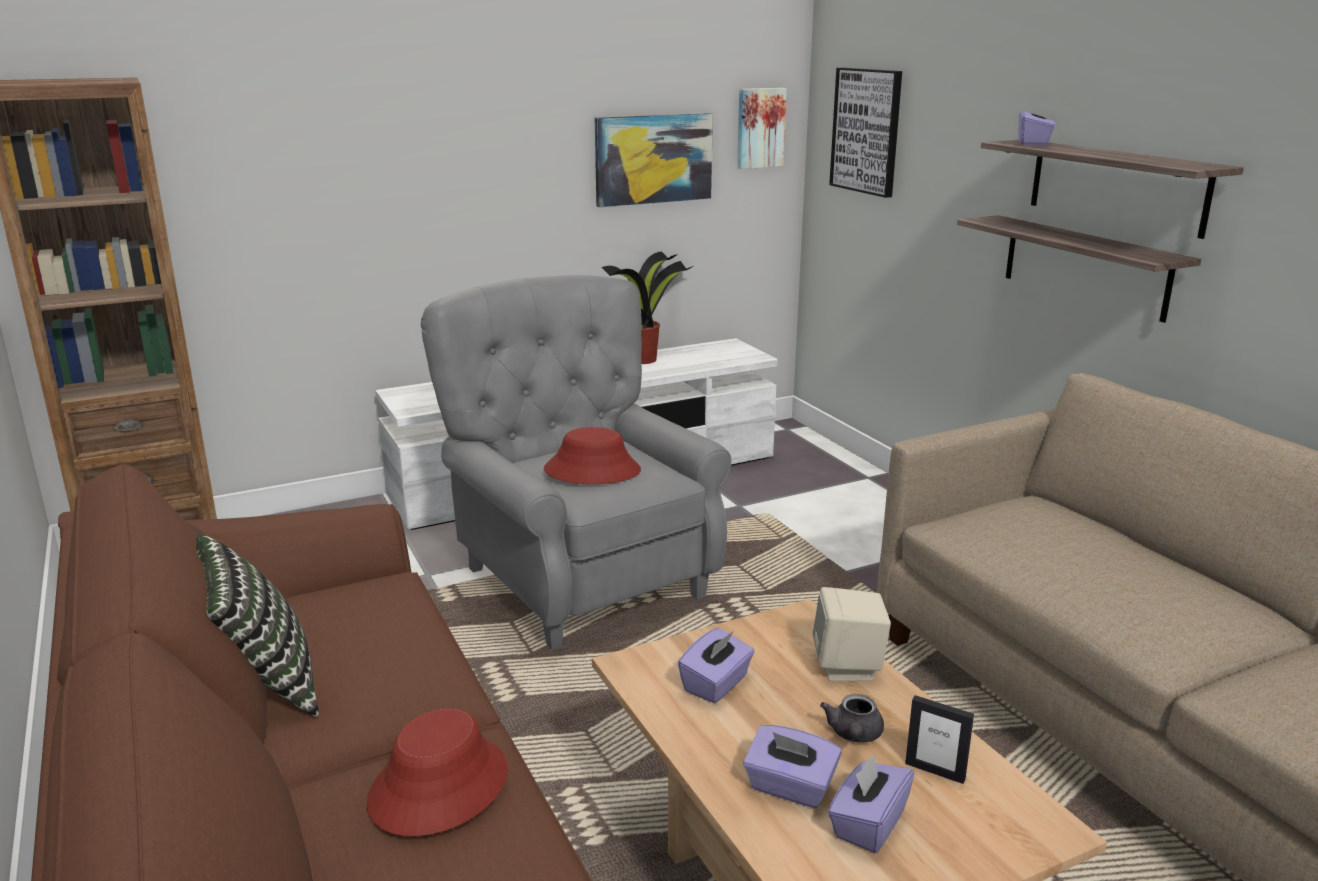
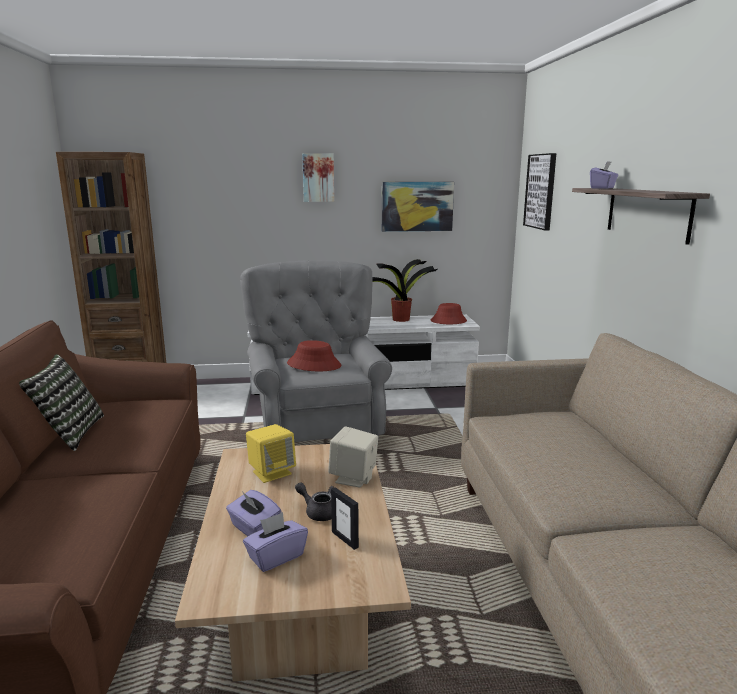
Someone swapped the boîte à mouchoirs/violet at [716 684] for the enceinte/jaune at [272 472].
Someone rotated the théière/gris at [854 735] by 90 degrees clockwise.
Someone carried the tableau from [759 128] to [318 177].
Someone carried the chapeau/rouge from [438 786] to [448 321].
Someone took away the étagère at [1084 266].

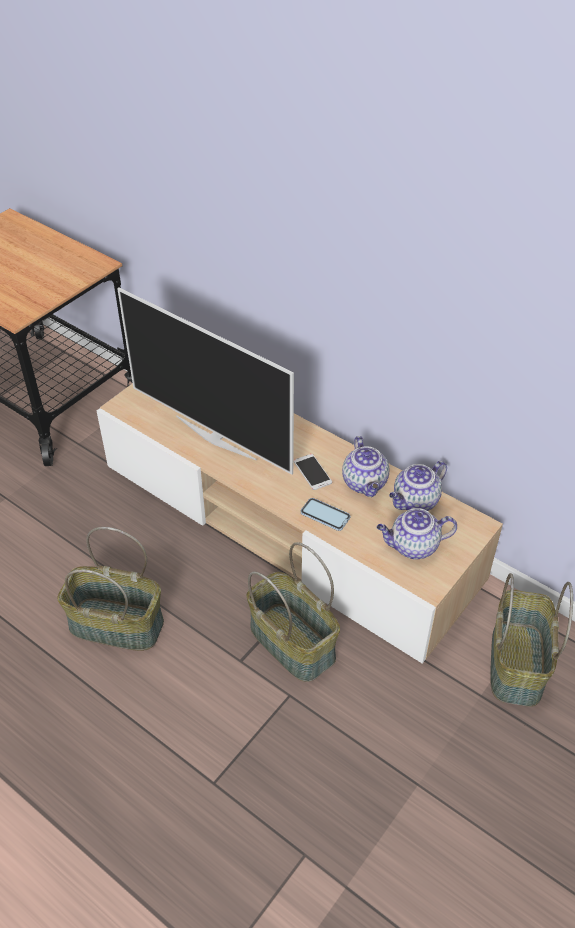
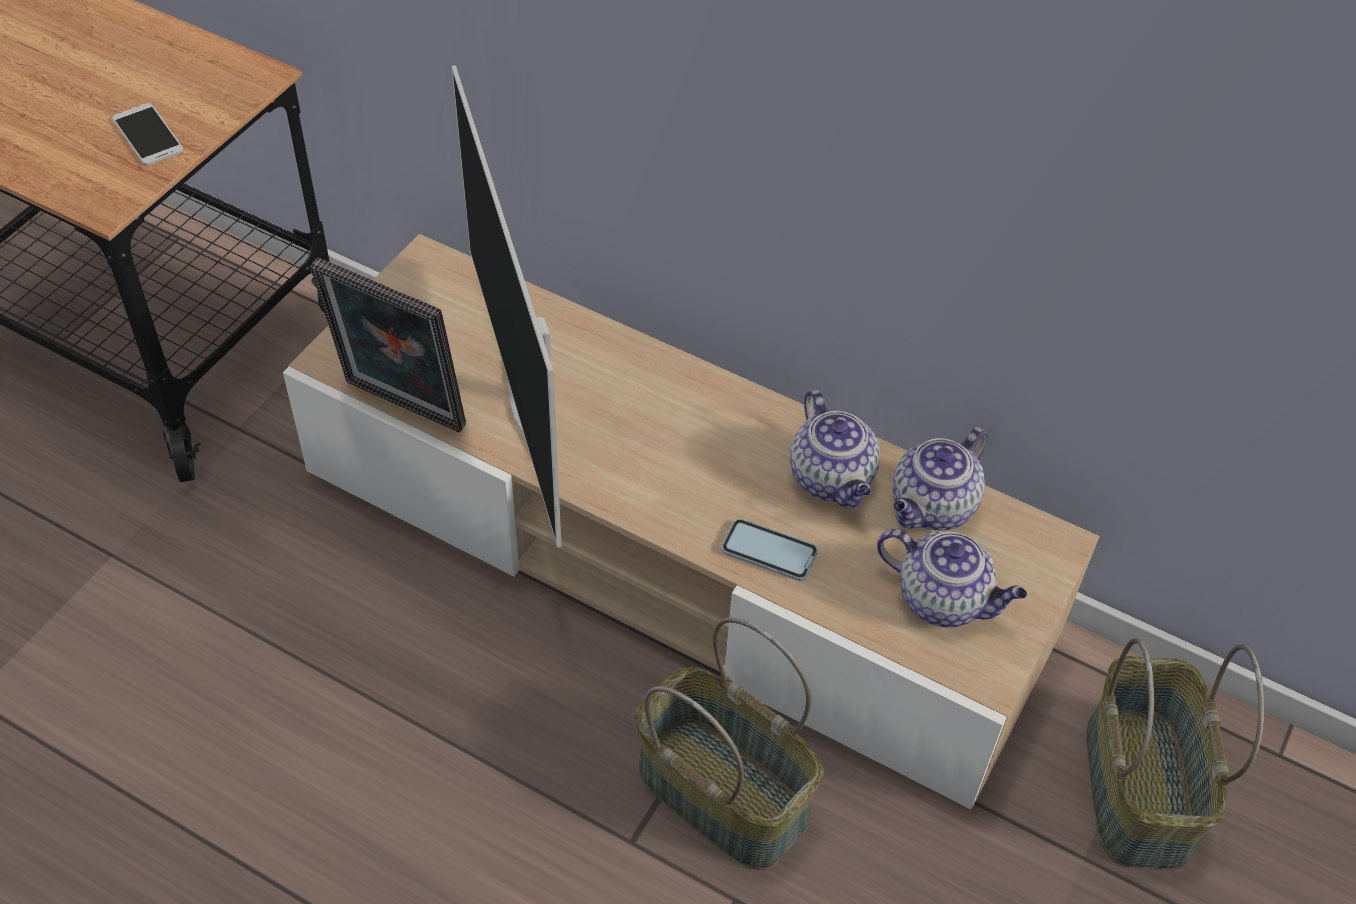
Someone carried the téléphone from [312 472] to [148 135].
Someone put down the cadre photo at [400 409].
Someone rotated the téléviseur at [216 436] by 45 degrees clockwise.
Someone rotated the théière at [413 547] by 135 degrees counterclockwise.
Someone took away the panier at [115 626].

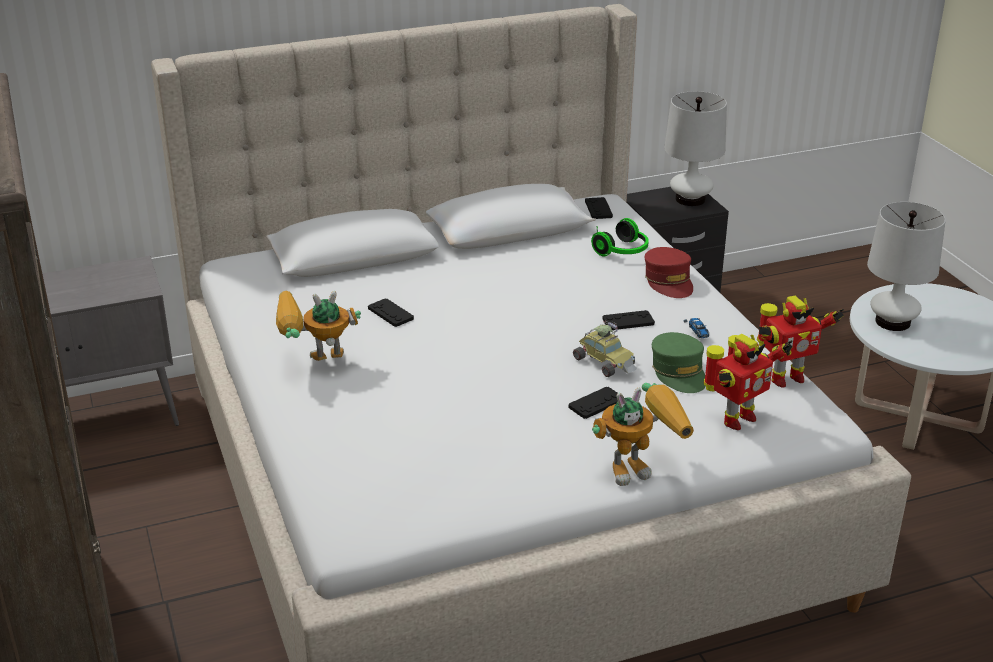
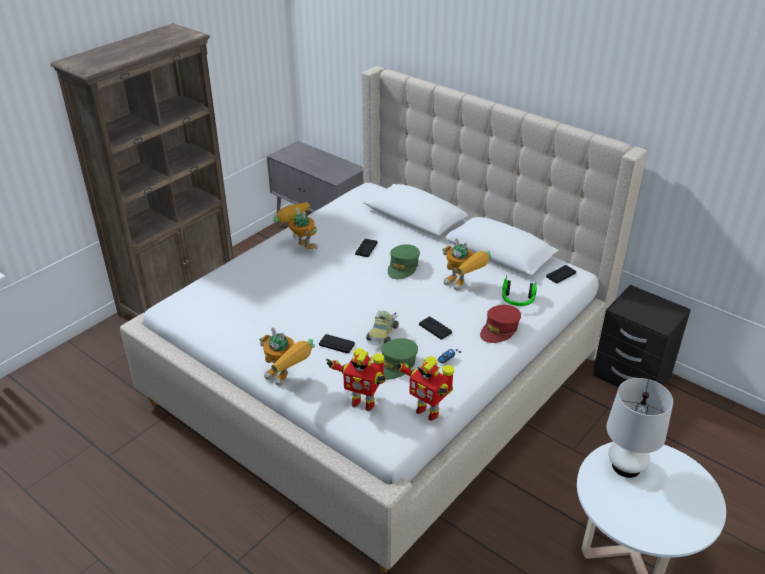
Someone put down the casquette/vert at [403 267].
Someone put down the robot jouet at [463 286].
Someone took away the lampe de table/blanc at [690 199].

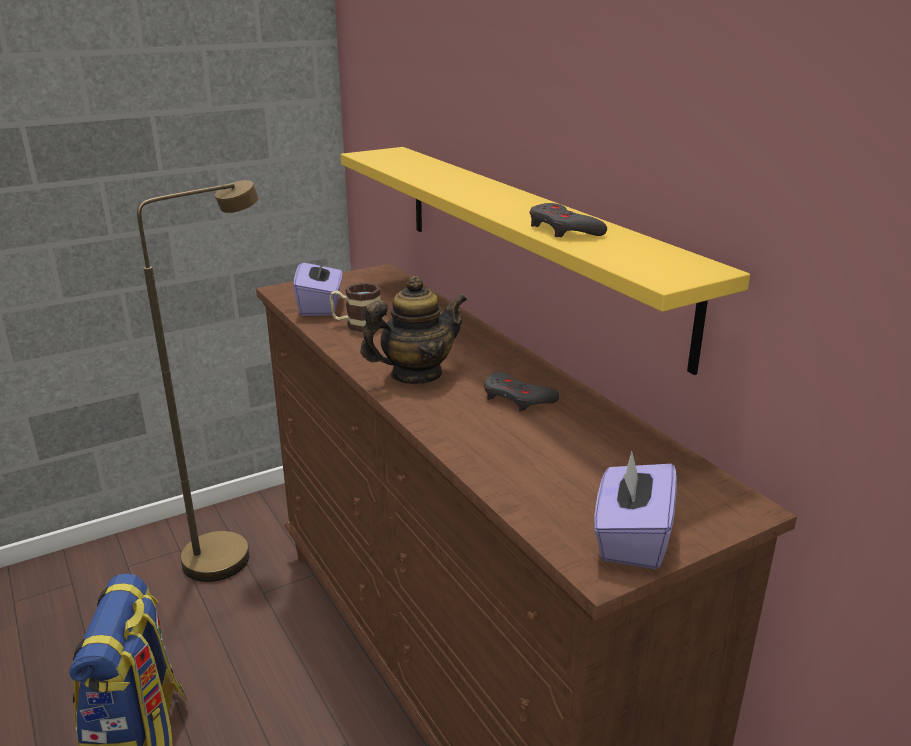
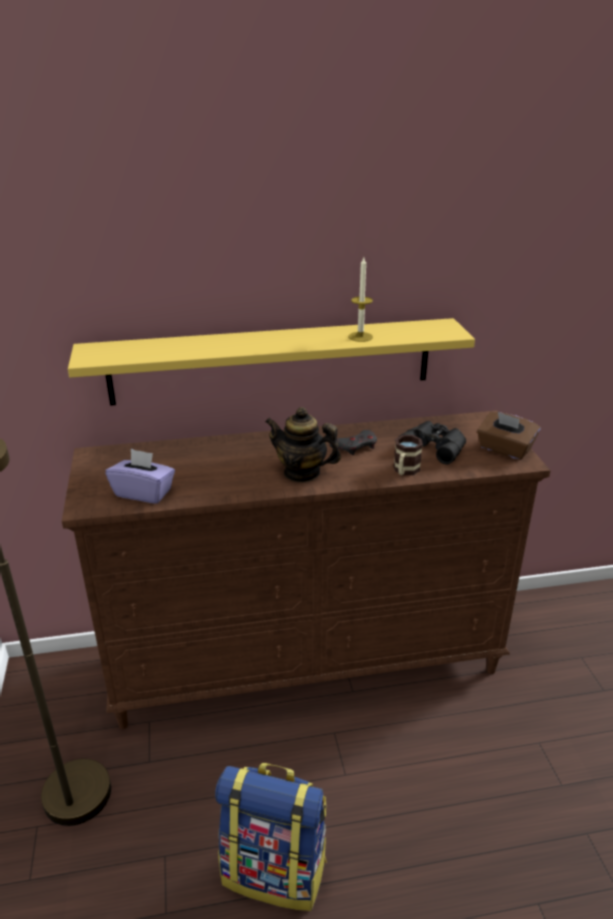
Someone rotated the théière at [416 375] by 60 degrees counterclockwise.
Someone swapped the manette/gris at [563 229] for the bougie at [360 337].
Someone carried the mug from [356 325] to [405 471].
Someone put down the jumelles/noir at [435 446].
Someone repainted the boîte à mouchoirs/violet at [631 538], which became the boîte à mouchoirs/marron at [504 449].

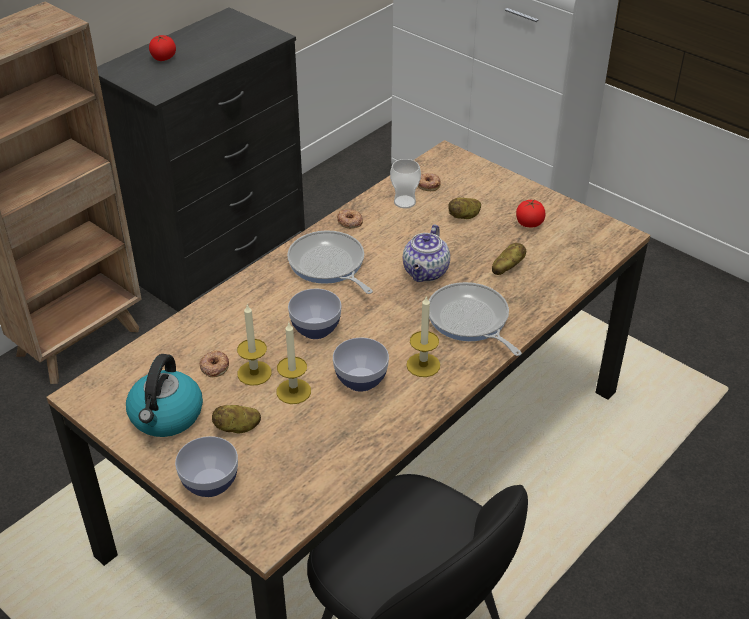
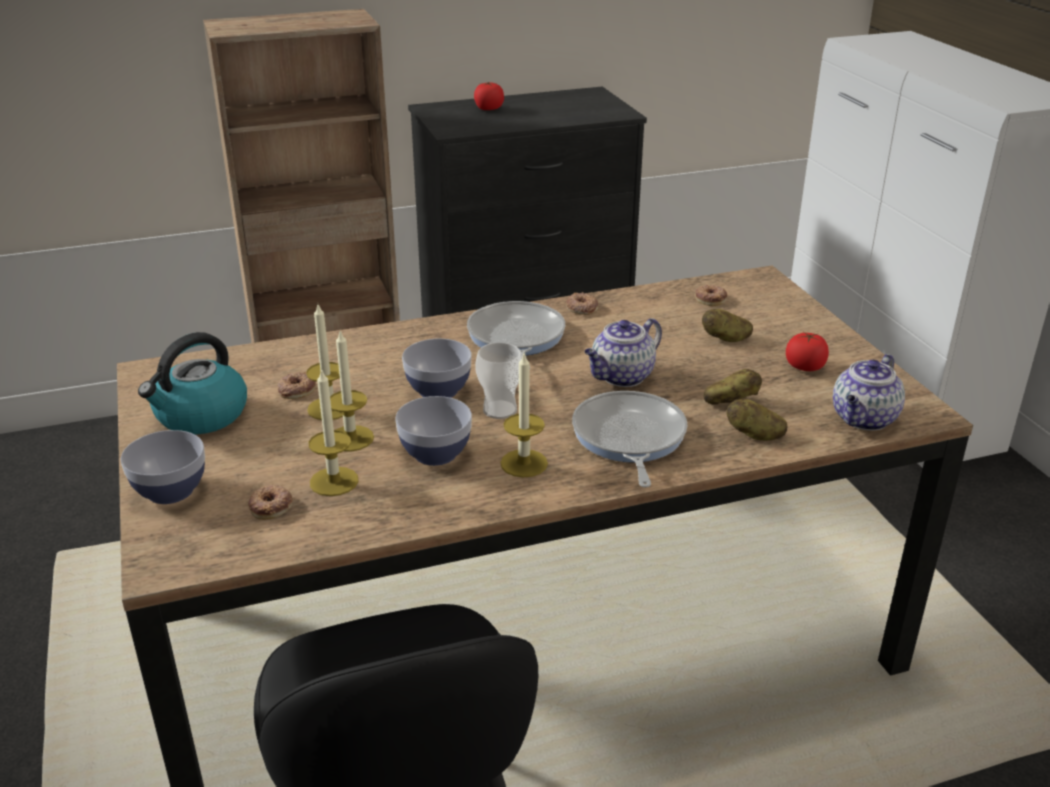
Someone put down the beignet at [271 506].
Someone put down the bougie at [334 481].
Someone carried the tasse from [404 202] to [500 410].
Someone carried the pomme de terre from [237 428] to [754 435].
Someone put down the théière at [864 419].

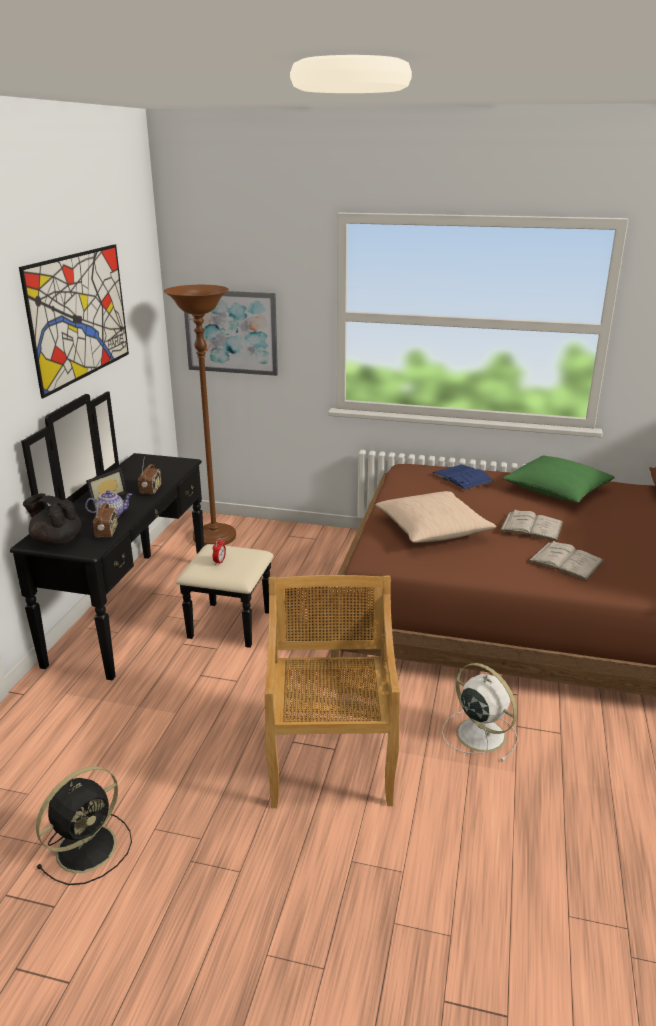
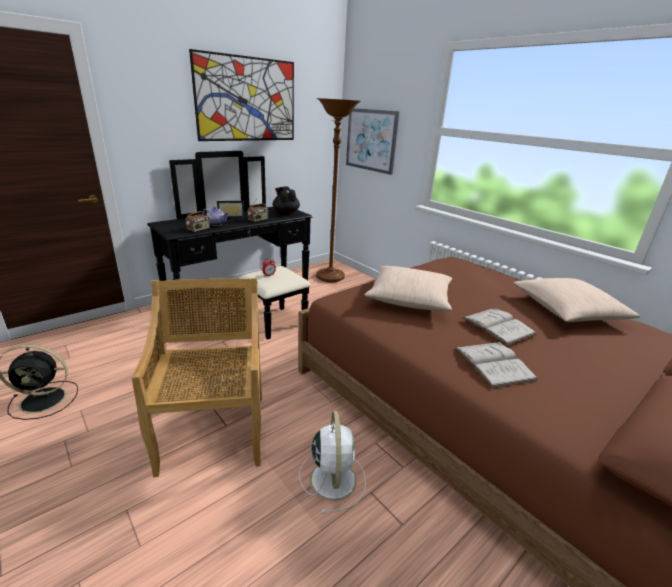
Someone rotated the chaise/beige at [330 760] by 45 degrees counterclockwise.
Someone carried the théière/noir from [56 541] to [286 212].
Someone repainted the coussin/vert at [557 490], which became the coussin/beige at [568 311].
Someone took away the livre/bleu at [462 477].

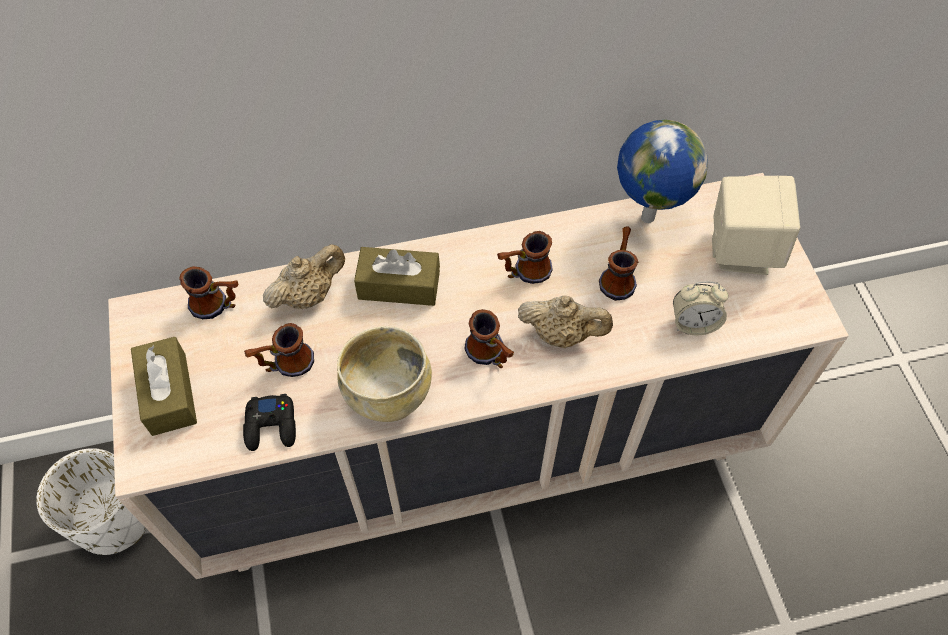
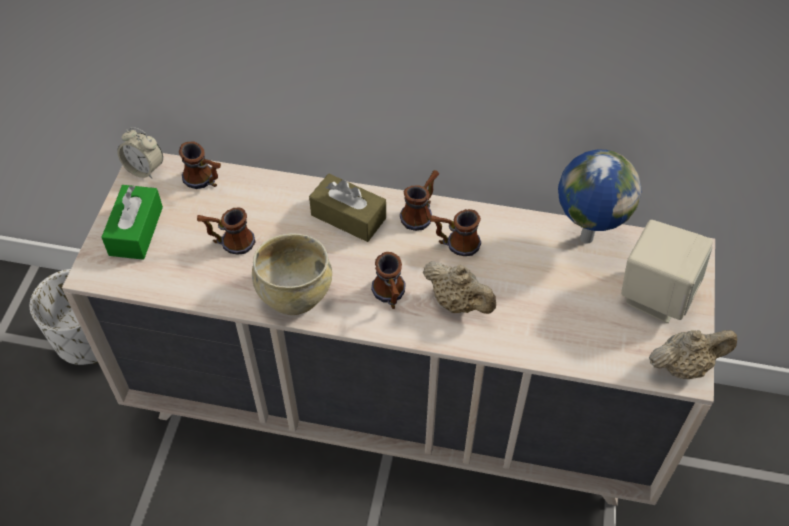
Someone repainted the boîte à mouchoirs/marron at [169 394], which became the boîte à mouchoirs/vert at [136 231].
Someone carried the réveil from [693 323] to [145 169].
Someone carried the mug from [618 277] to [421 213].
Someone carried the théière/beige from [309 295] to [684 366].
Someone took away the manette/noir at [272 426].

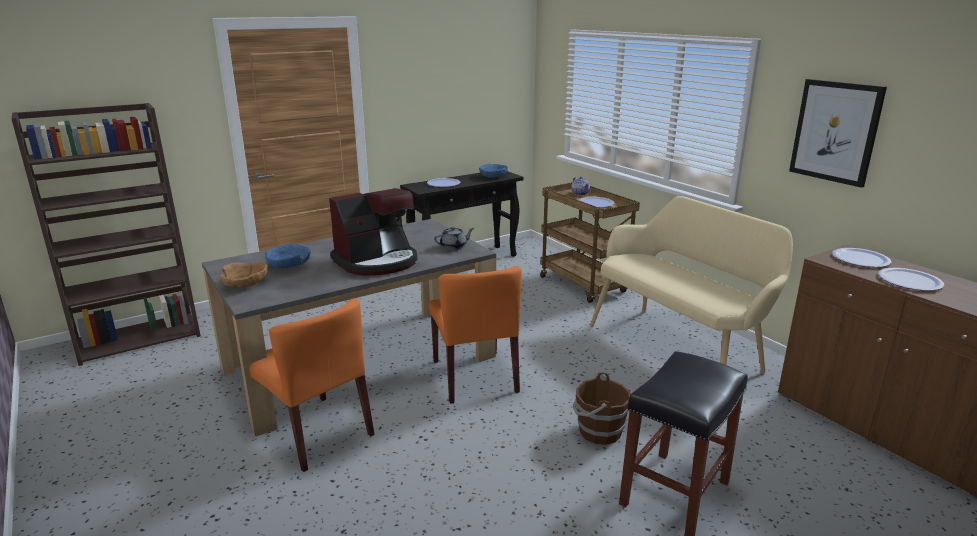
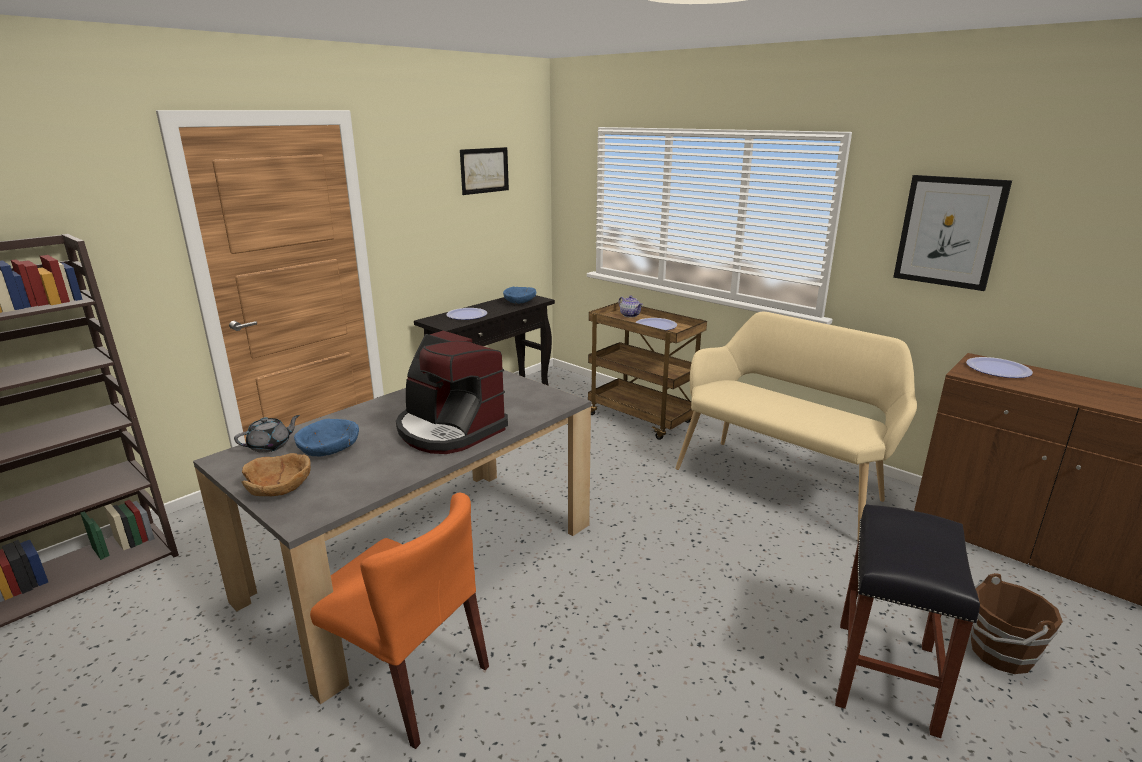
Someone carried the théière/gris from [454 247] to [270 446].
Someone rotated the machine à café at [377 261] by 90 degrees clockwise.
Someone put up the tableau at [484 170].
Someone carried the seau/marron from [598 432] to [1000 653].
Someone took away the chaise/orange at [475 376].
Someone took away the assiette at [910 281].

